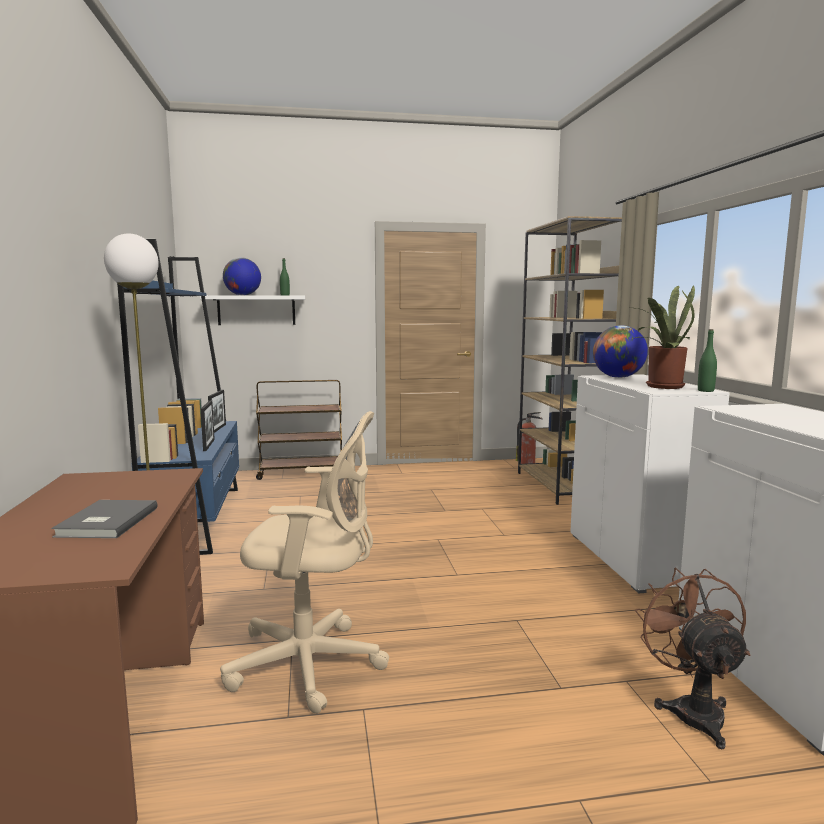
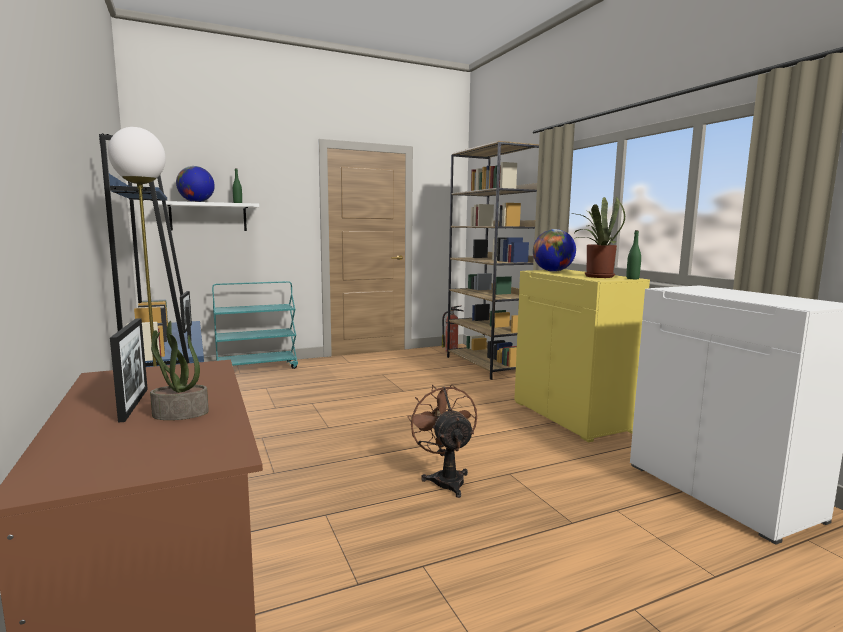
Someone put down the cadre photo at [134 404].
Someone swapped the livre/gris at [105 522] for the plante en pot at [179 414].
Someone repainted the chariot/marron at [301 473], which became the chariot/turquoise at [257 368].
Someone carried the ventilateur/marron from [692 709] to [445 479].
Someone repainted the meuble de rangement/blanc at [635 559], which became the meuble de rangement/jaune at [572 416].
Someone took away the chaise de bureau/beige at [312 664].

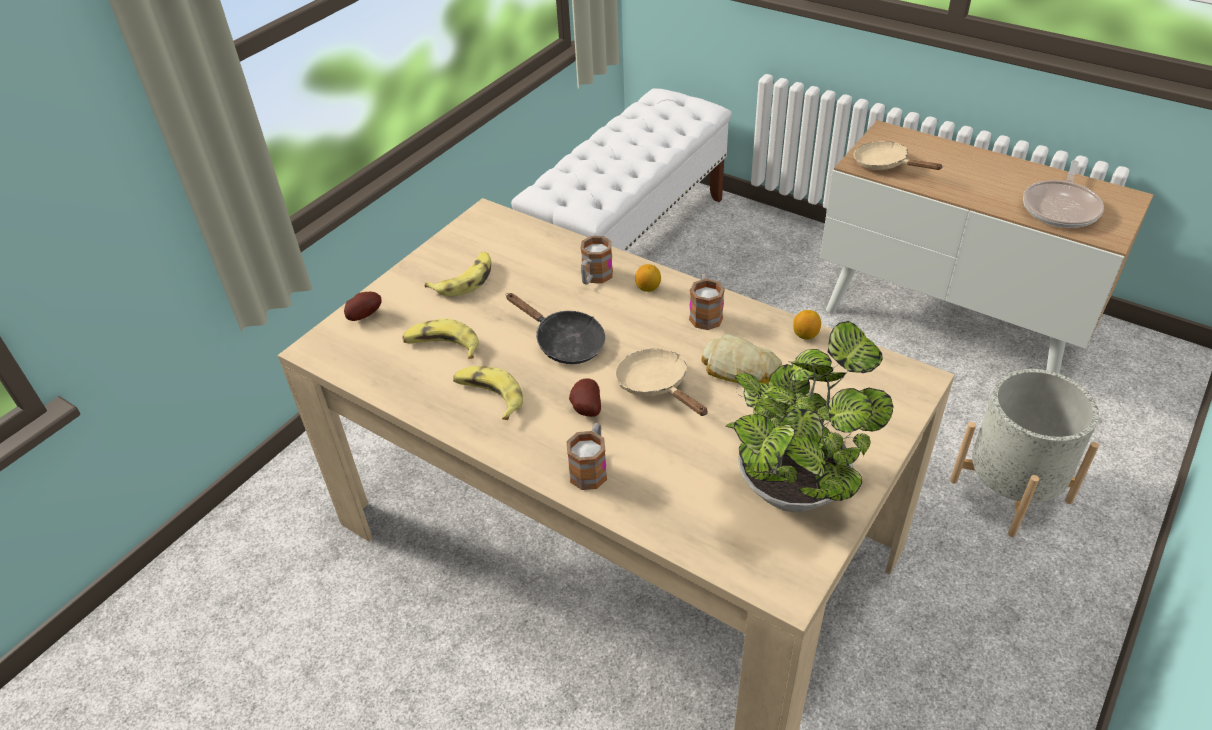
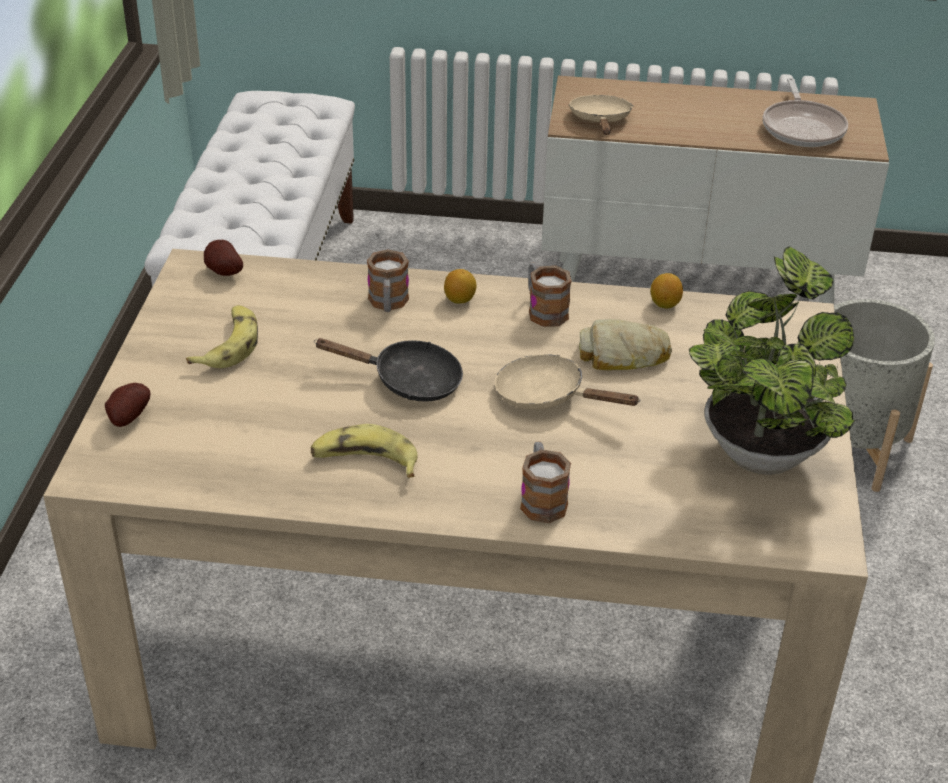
Someone carried the pomme de terre from [585 409] to [222 272].
Someone rotated the poêle/beige at [885 165] by 75 degrees clockwise.
Someone took away the banane at [442 346].

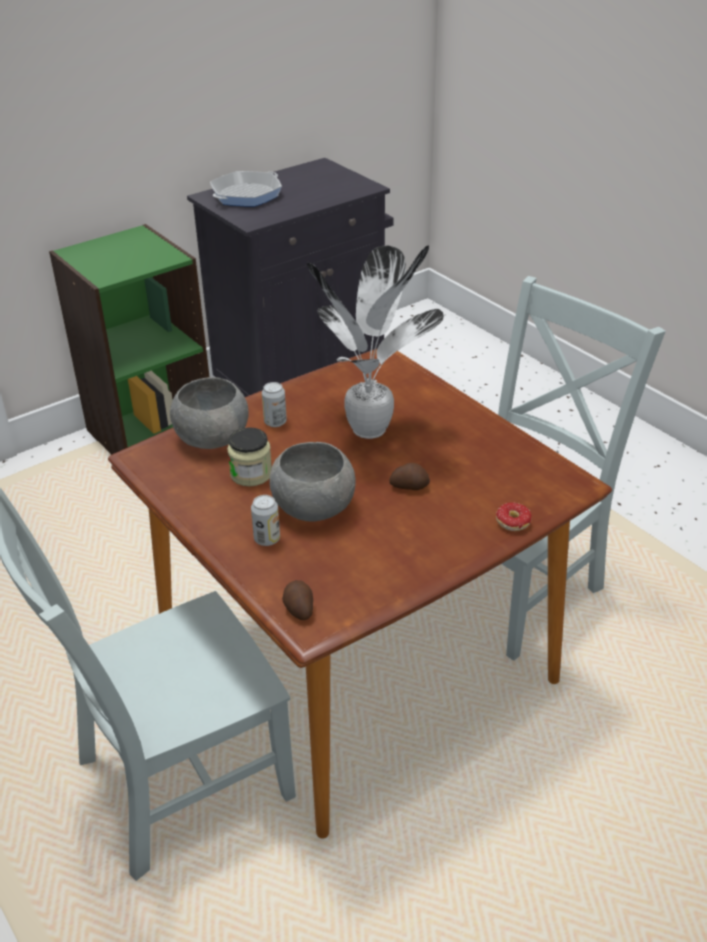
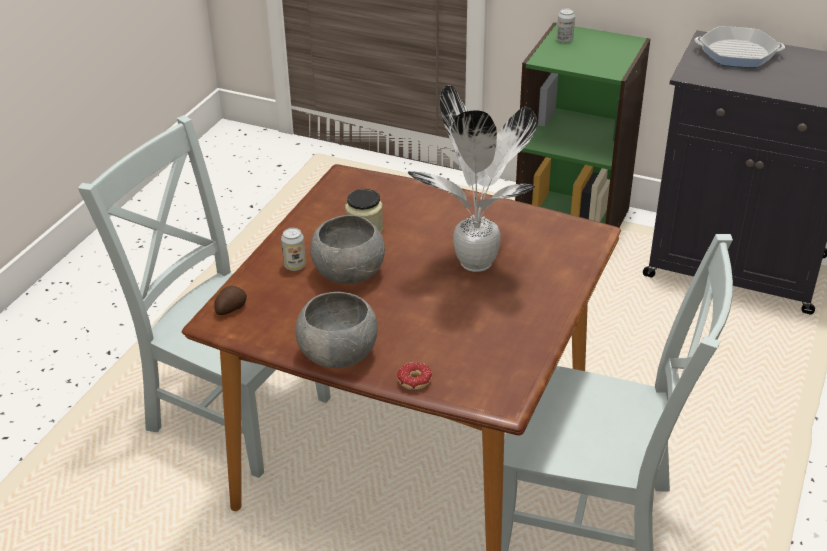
Someone carried the bol/gris from [211 438] to [337 354].
Someone carried the boîte métallique from [275 422] to [564 40].
Someone took away the pomme de terre at [409 486].

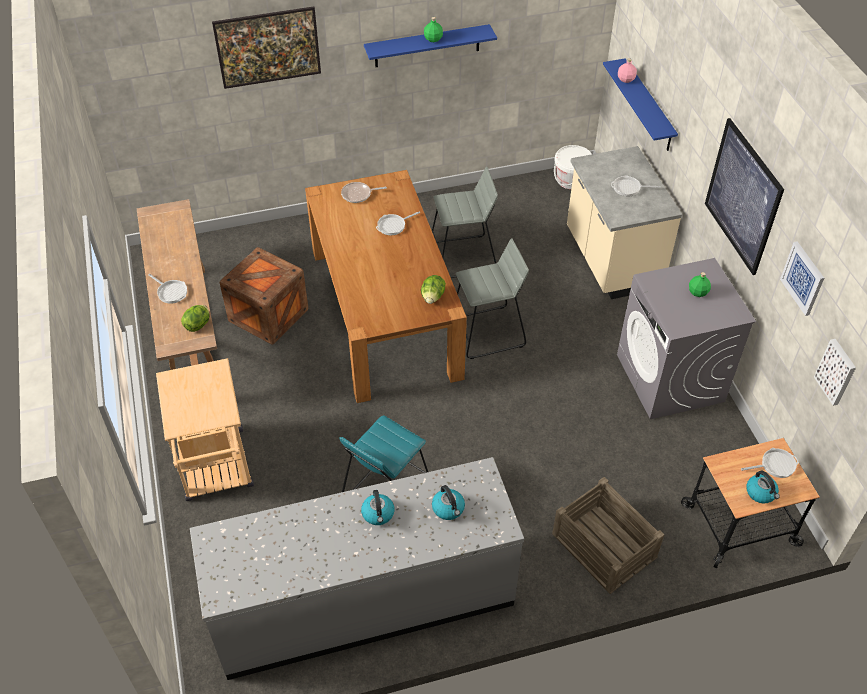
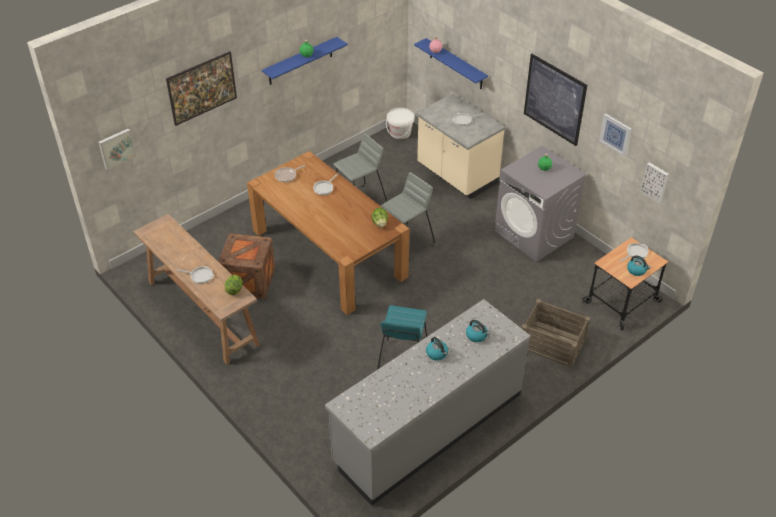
Someone put up the tableau at [116 148].
Someone took away the chariot/beige at [216 471].

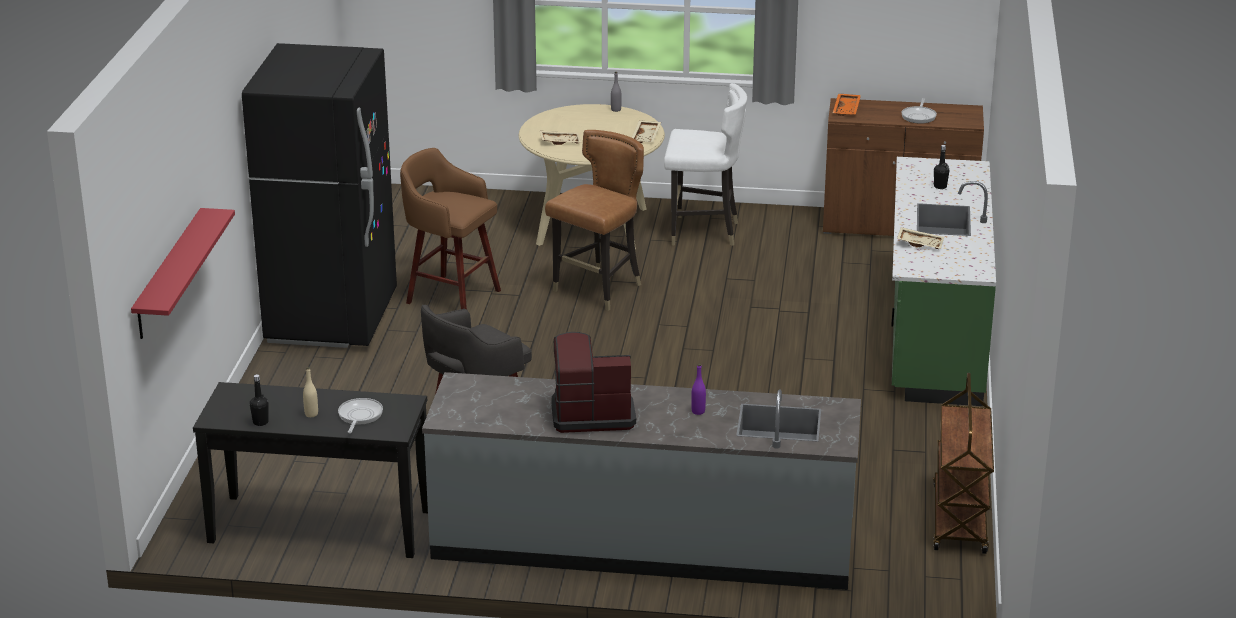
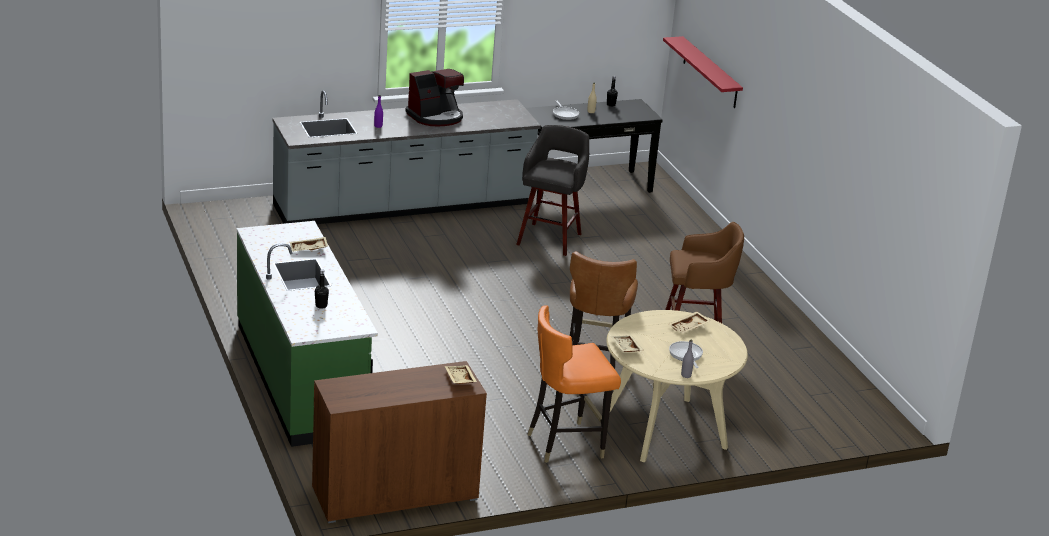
Someone repainted the plateau/orange at [847 109], which became the plateau/beige at [459 379].
Someone repainted the chaise/blanc at [702 232], which became the chaise/orange at [566 443].
Someone carried the poêle from [919 116] to [686 355].
Someone took away the réfrigérateur/noir at [332 318].
Someone took away the chariot/marron at [960 520].

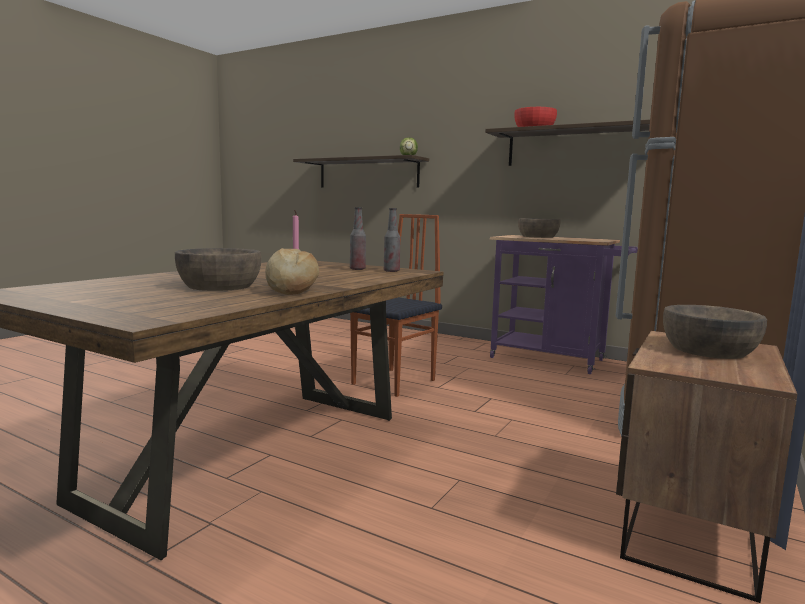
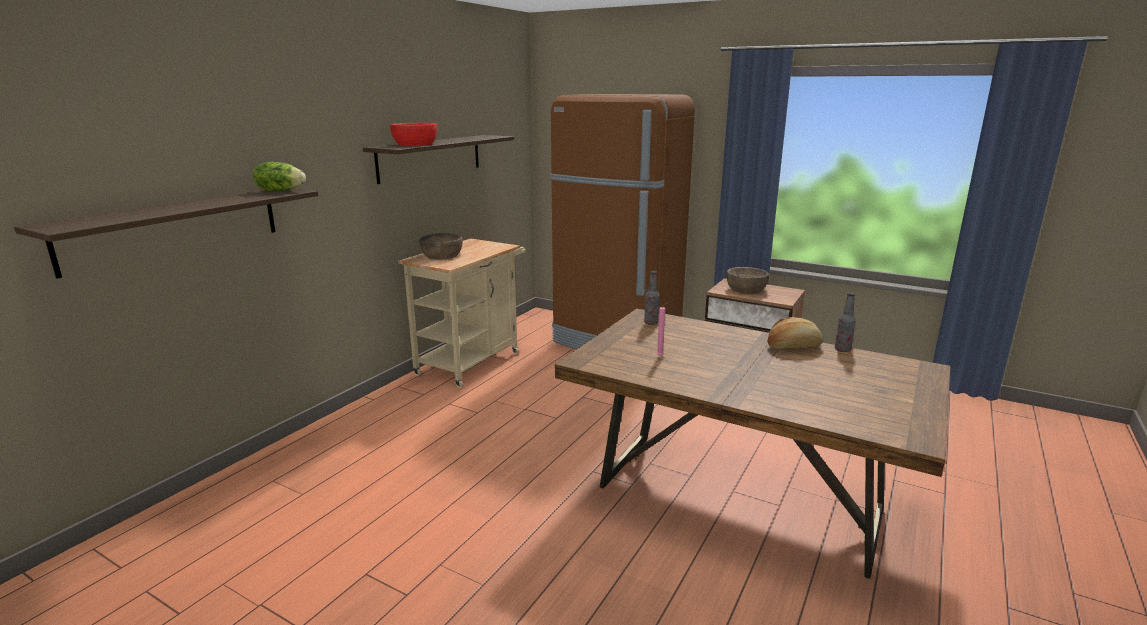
Someone repainted the chariot/violet at [554 360], which became the chariot/beige at [472 361].
Someone carried the bouteille from [357 269] to [842 350].
Someone took away the bol/marron at [219 286].
Someone took away the chaise at [395 382].

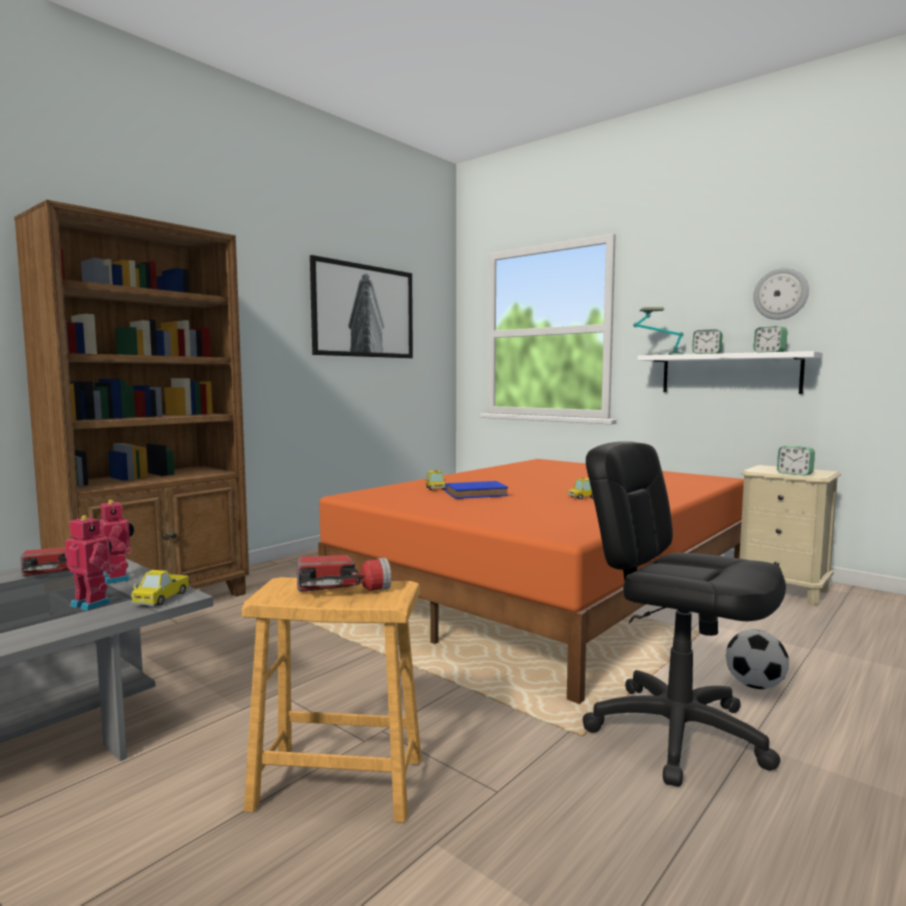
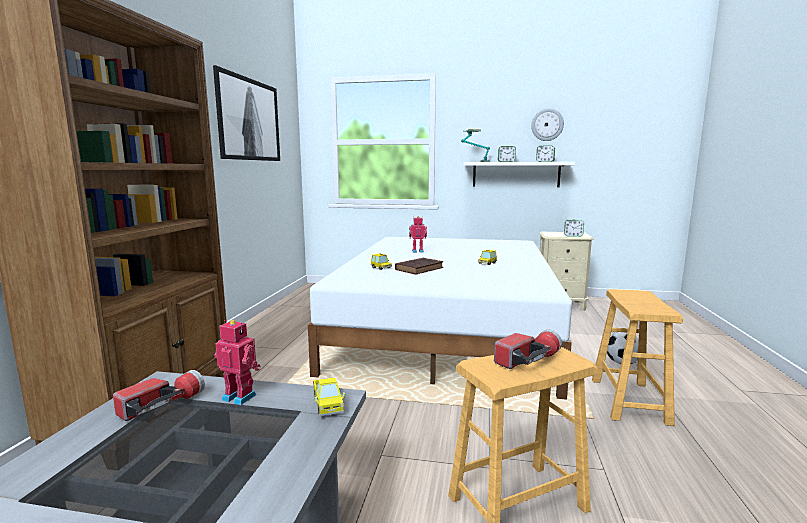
Someone repainted the lit/orange at [549 589], which became the lit/blanc at [447 328].
Someone repainted the livre/bleu at [477 494], which became the livre/marron at [420 268].
Someone carried the robot jouet from [93 603] to [417 251].
Someone swapped the chaise de bureau/noir at [677 732] for the tabouret/marron at [628 401].

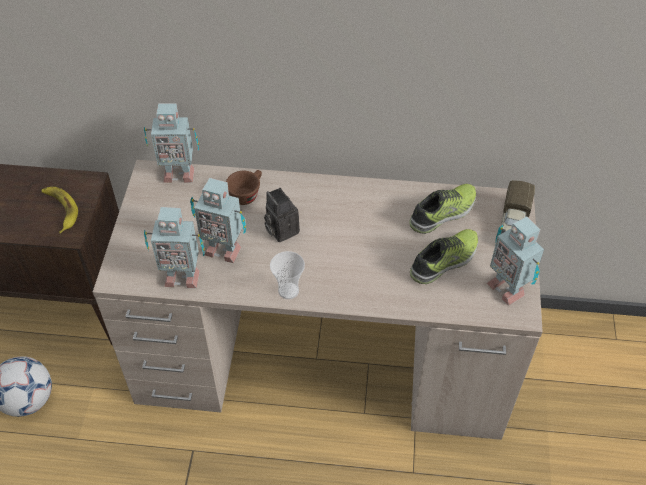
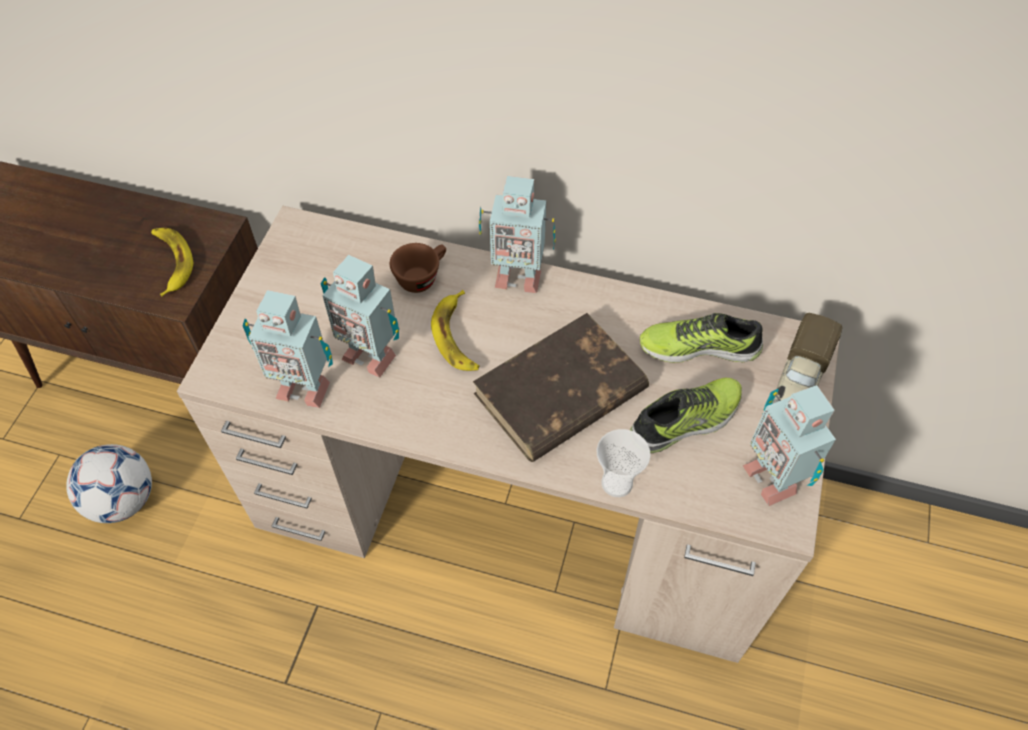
Someone swapped the appareil photo at [280 229] for the banane at [457 337].
Someone put down the livre/marron at [559 393].
Someone carried the robot jouet from [178 173] to [516 276].
Someone carried the tasse from [288 290] to [617 483].
Someone rotated the chaussure at [443 213] by 150 degrees counterclockwise.

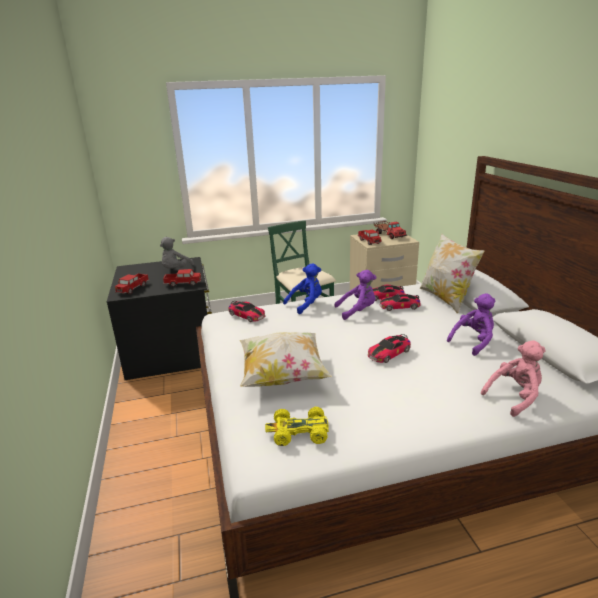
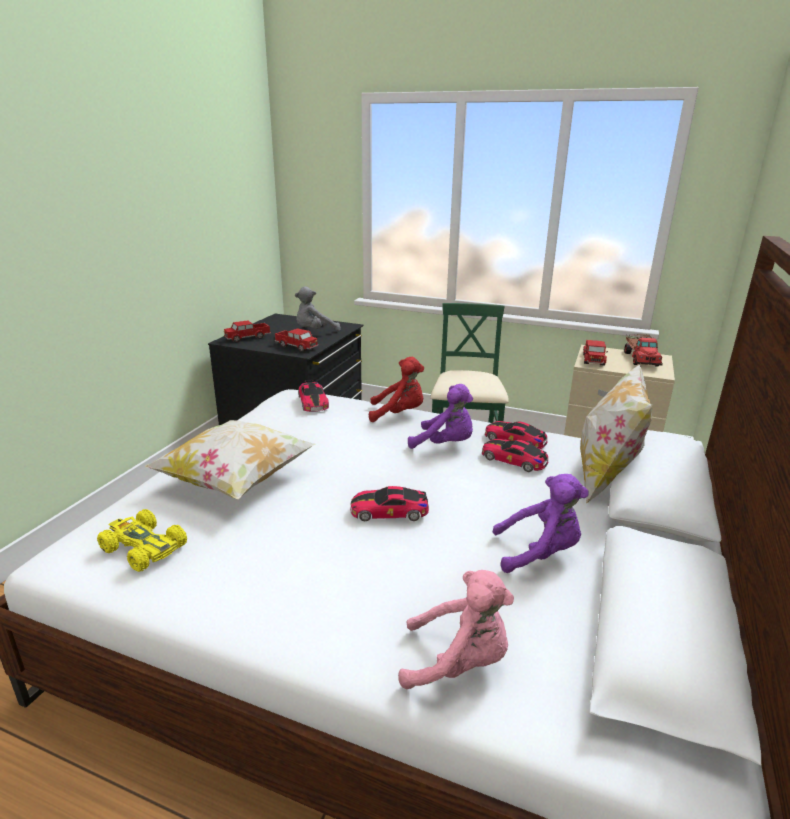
Someone repainted the peluche/bleu at [306 304], which became the peluche/rouge at [399 414].

